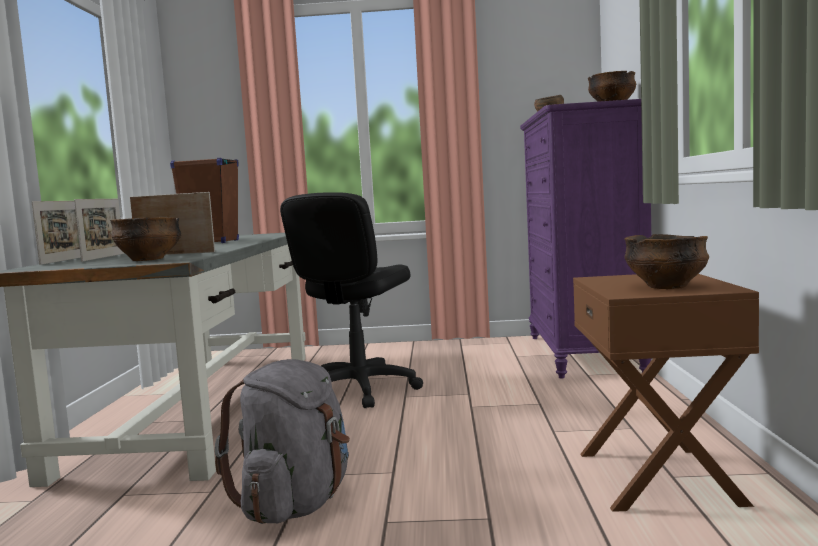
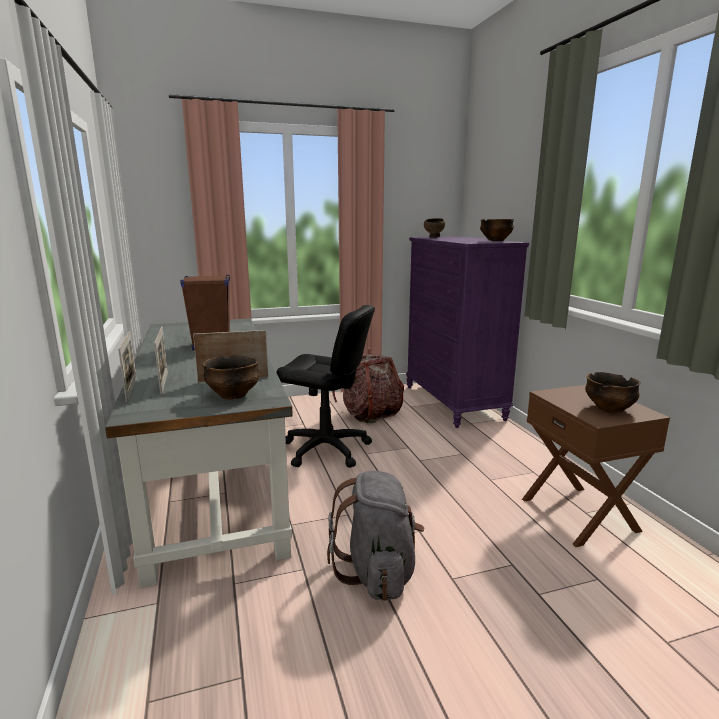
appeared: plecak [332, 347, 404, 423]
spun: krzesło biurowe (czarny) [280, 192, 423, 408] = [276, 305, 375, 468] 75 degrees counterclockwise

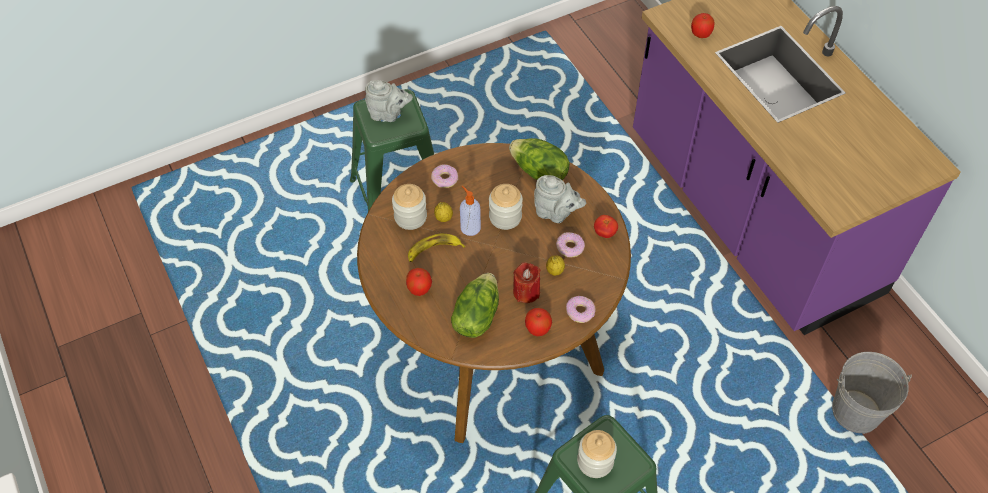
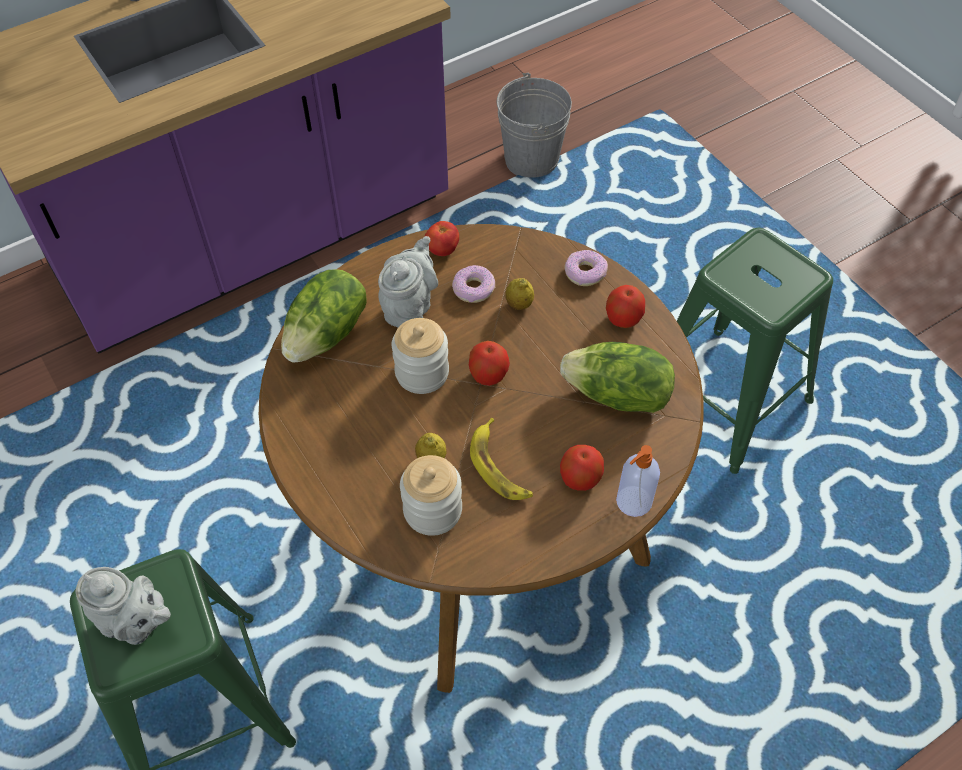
missing: donut [431, 164, 458, 188]; świeca (czerwony) [513, 263, 541, 303]; słoik [577, 430, 617, 478]
relocated: dozownik mydła [460, 186, 481, 236] to [616, 445, 660, 517]; jabłko [691, 13, 715, 38] to [469, 341, 510, 386]
spun: imbryk (szary) [365, 80, 413, 122] = [75, 567, 171, 645] 105 degrees clockwise

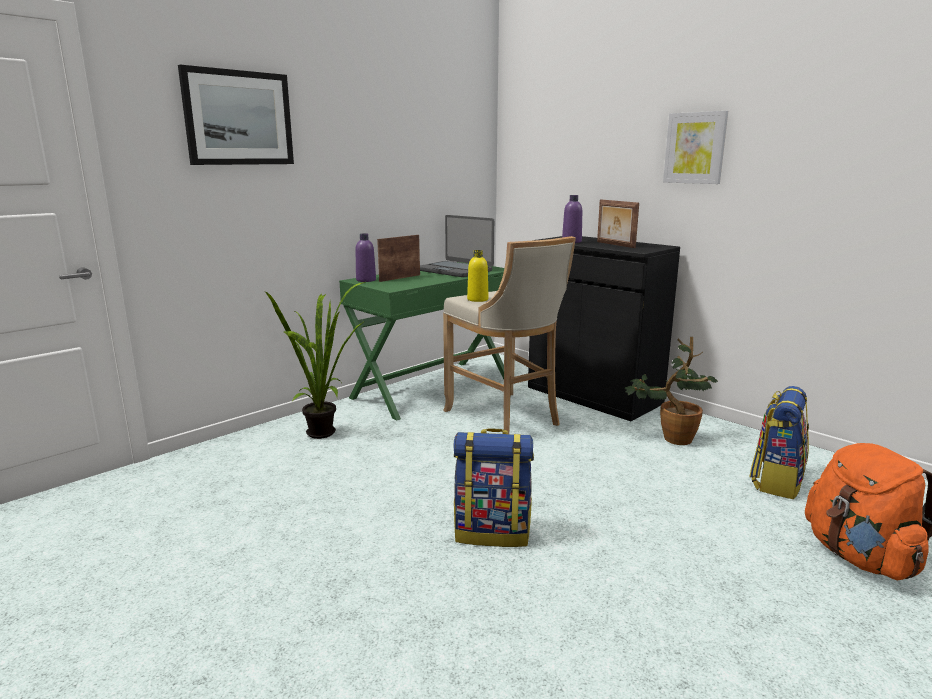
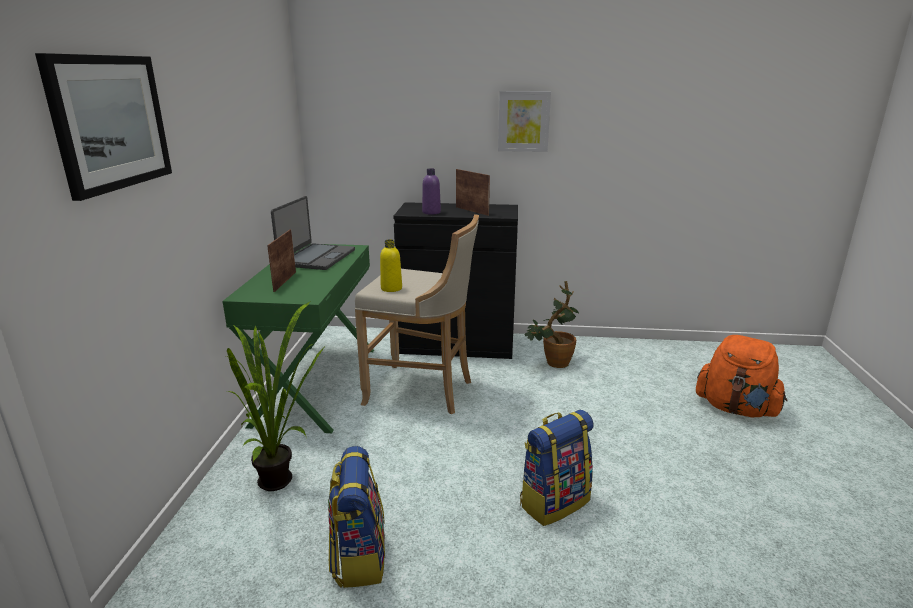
missing: butelka (fioletowy) [356, 233, 376, 282]
relocated: plecak [749, 386, 809, 499] to [328, 446, 385, 588]
spun: laptop [420, 215, 494, 277] = [271, 196, 355, 270] 75 degrees counterclockwise; ramka na zdjęcie [597, 199, 639, 248] = [456, 169, 490, 216] 150 degrees counterclockwise

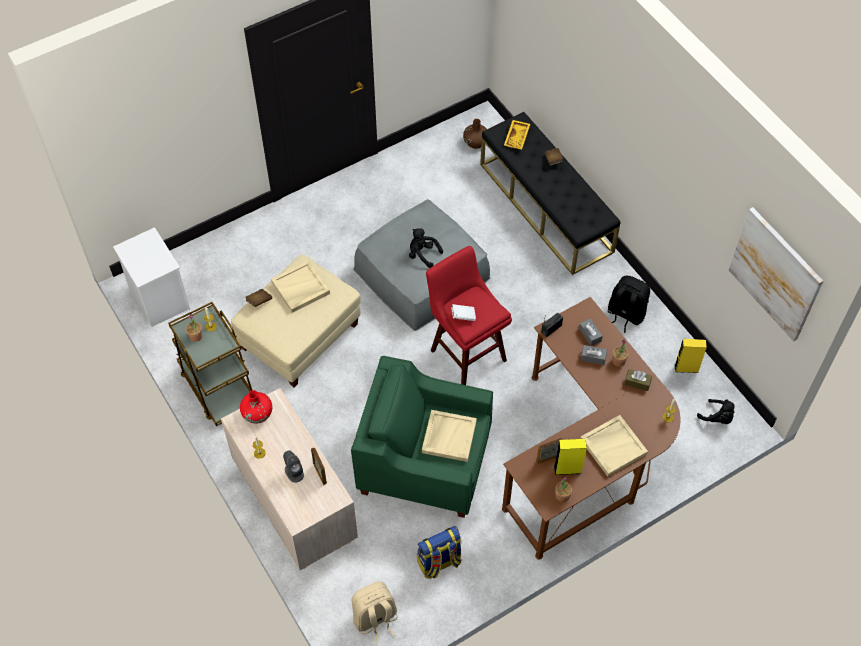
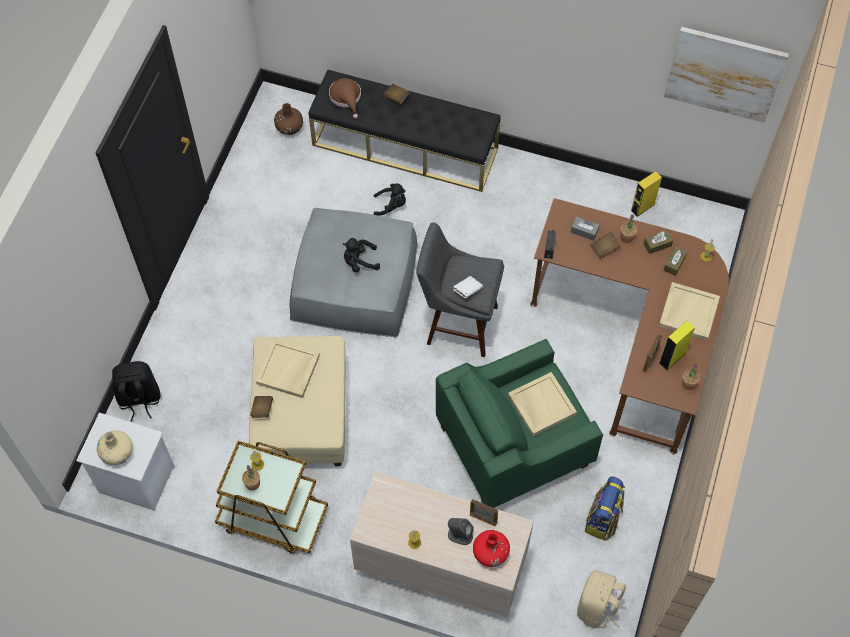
appeared: wazon (beżowy) [97, 430, 133, 465]; pudełko chusteczek (brązowy) [664, 246, 687, 276]
relocated: wazon (czerwony) [240, 390, 272, 424] to [473, 530, 510, 567]; plecak (czarny) [607, 276, 650, 333] to [112, 361, 160, 422]; pluszak (czarny) [697, 399, 735, 424] to [373, 183, 406, 216]
exchanged: taca (żółty) [504, 120, 530, 149] to kapelusz (brązowy) [329, 78, 361, 118]; pudełko chusteczek (szary) [581, 345, 607, 365] to książka (brązowy) [591, 232, 621, 259]
colour: stołek (czerwony) [426, 246, 512, 385] to stołek (szary) [416, 222, 504, 357]

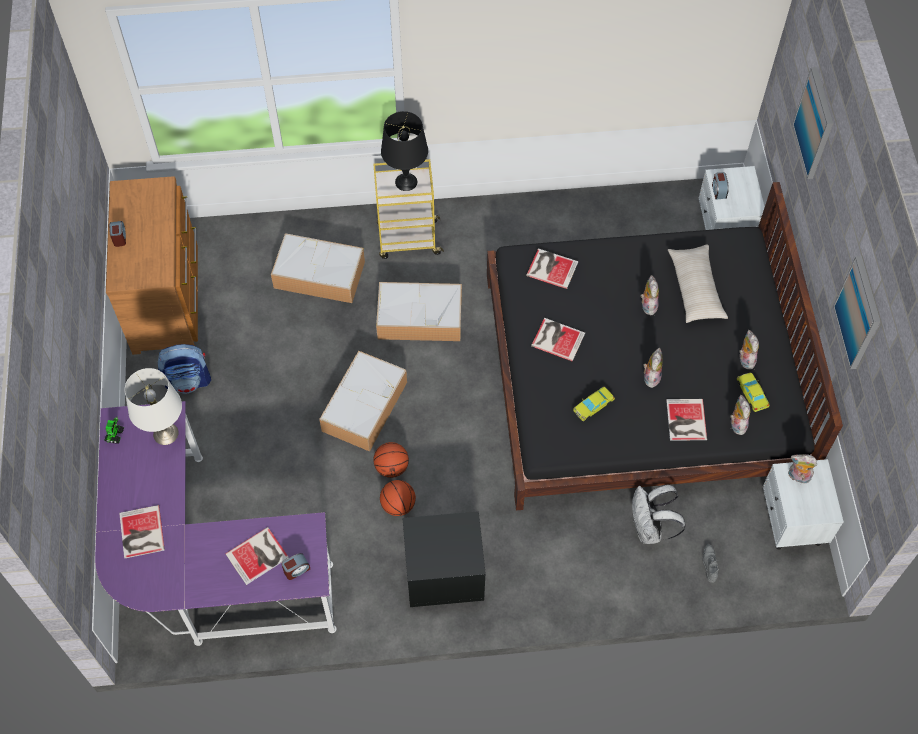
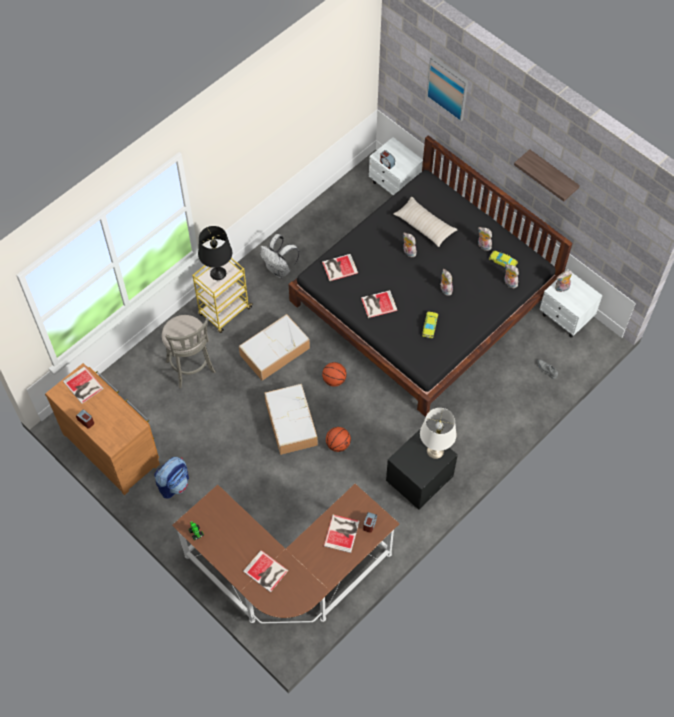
relocated: lampa stołowa (biały) [125, 368, 182, 445] to [420, 408, 456, 459]; piłka do koszykówki [380, 480, 416, 516] to [322, 362, 347, 387]; plecak (biały) [632, 484, 686, 544] to [260, 234, 299, 278]; książka [666, 399, 707, 441] to [63, 366, 104, 404]
exchanged: pojemnik do przechowywania [271, 233, 365, 303] to stołek (szary) [162, 315, 216, 389]; obraz [833, 256, 880, 369] to półka [514, 149, 580, 202]
colour: biurko (fioletowy) [95, 401, 337, 646] to biurko (brązowy) [172, 484, 400, 623]

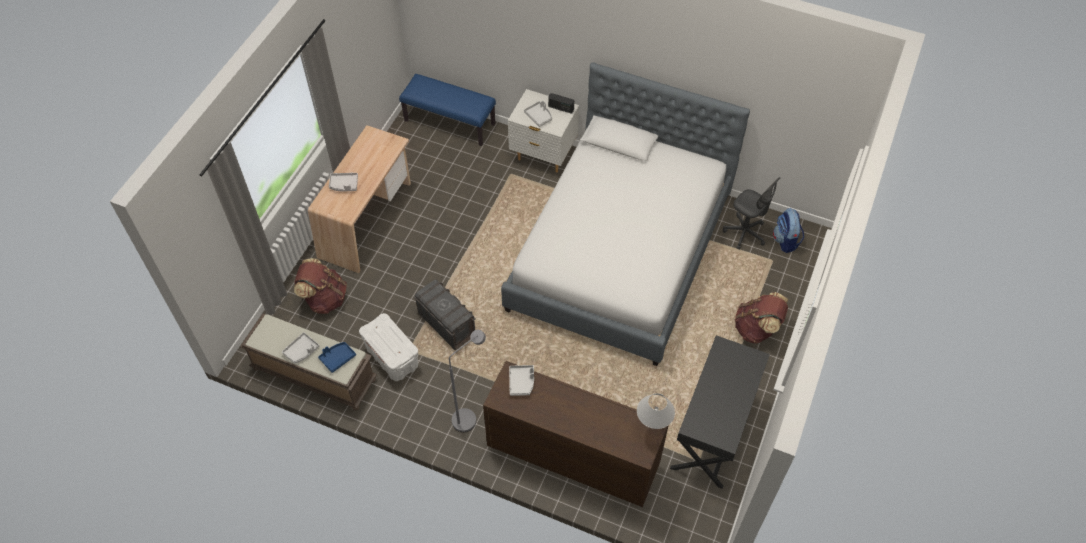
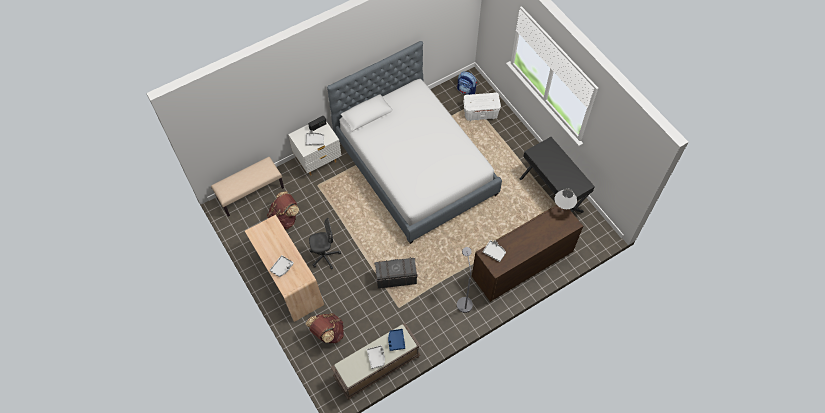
relocated: pojemnik do przechowywania (biały) [359, 313, 418, 381] to [463, 93, 501, 121]; krzesło biurowe (szary) [723, 177, 781, 250] to [309, 218, 341, 269]; plecak (brązowy) [735, 292, 788, 343] to [267, 191, 299, 230]
colour: ławka (niebieski) [399, 74, 496, 146] to ławka (beżowy) [211, 157, 284, 216]

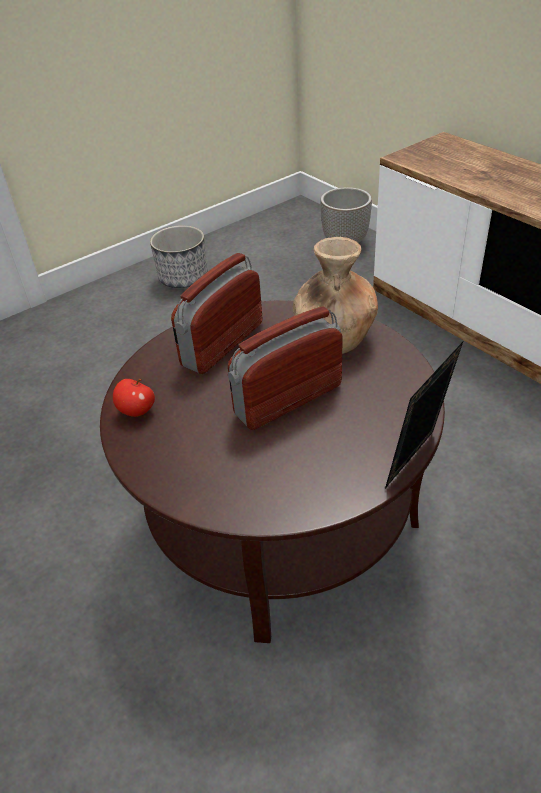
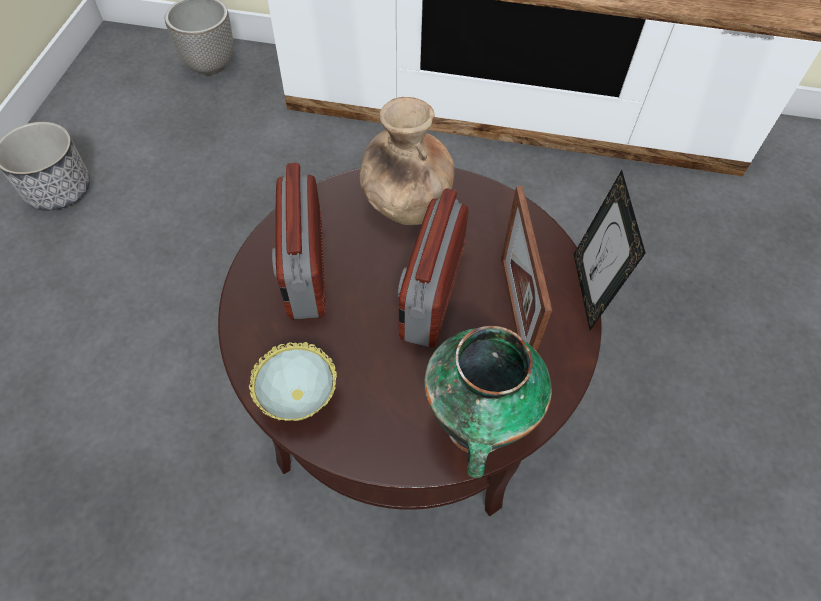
appeared: wazon [424, 326, 552, 478]; ramka na zdjęcie [501, 186, 552, 351]
exchanged: jabłko [113, 379, 155, 417] to miska [249, 342, 337, 421]

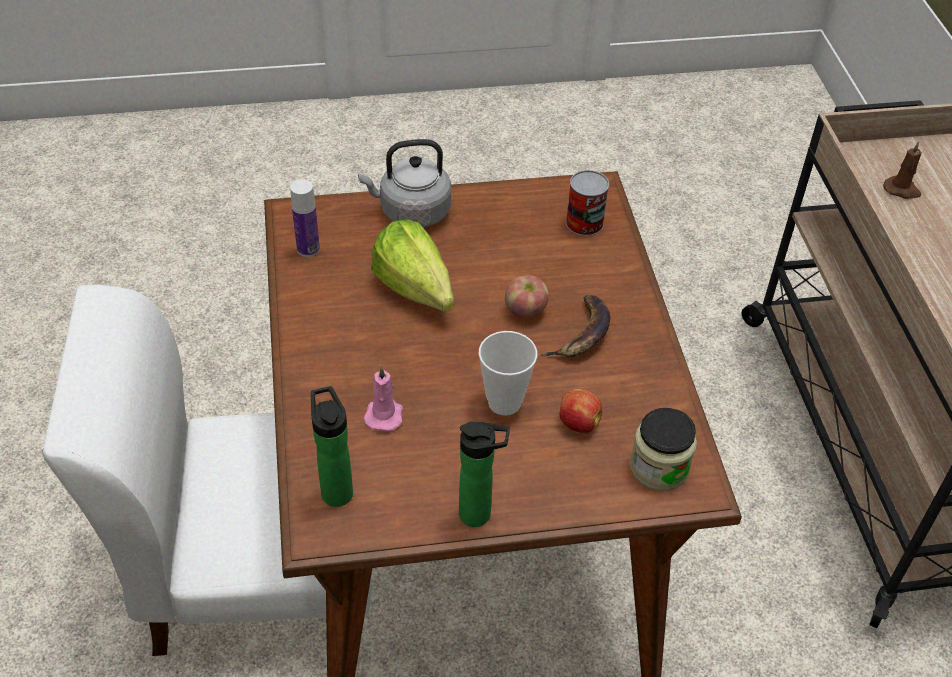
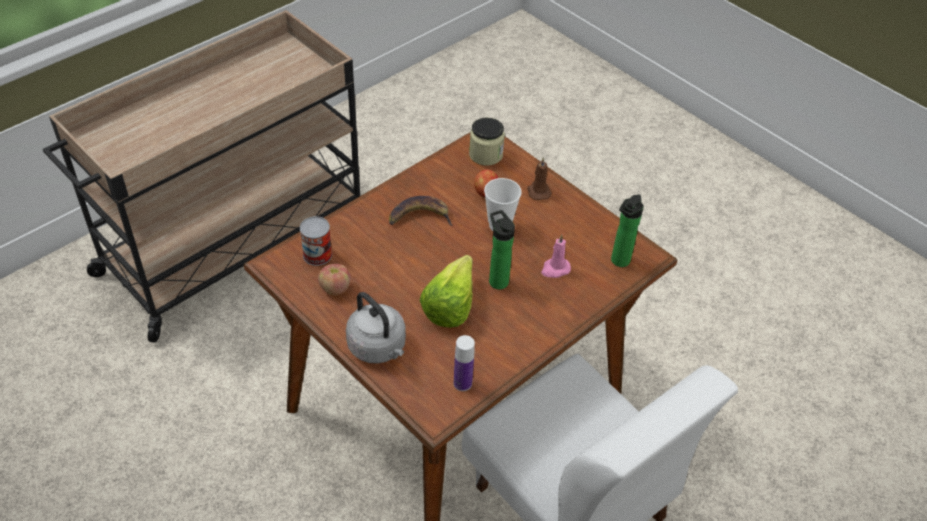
relocated: butelka [459, 422, 510, 527] to [489, 210, 515, 289]; jabłko [505, 275, 549, 318] to [318, 264, 350, 295]; świeca (brązowy) [883, 141, 922, 199] to [527, 157, 552, 200]

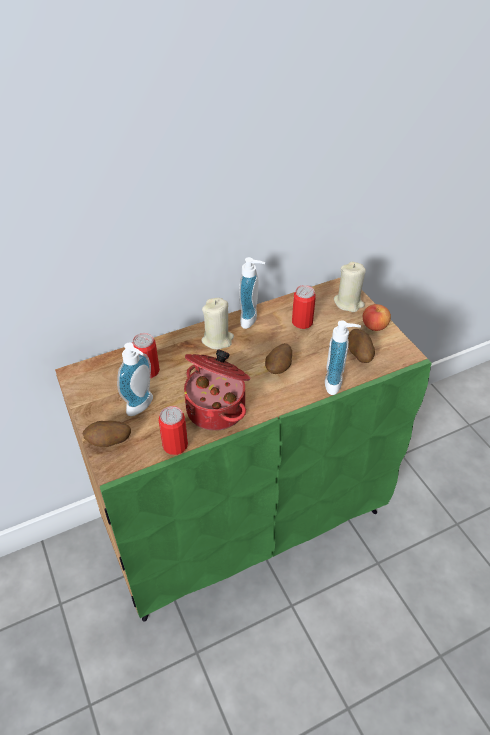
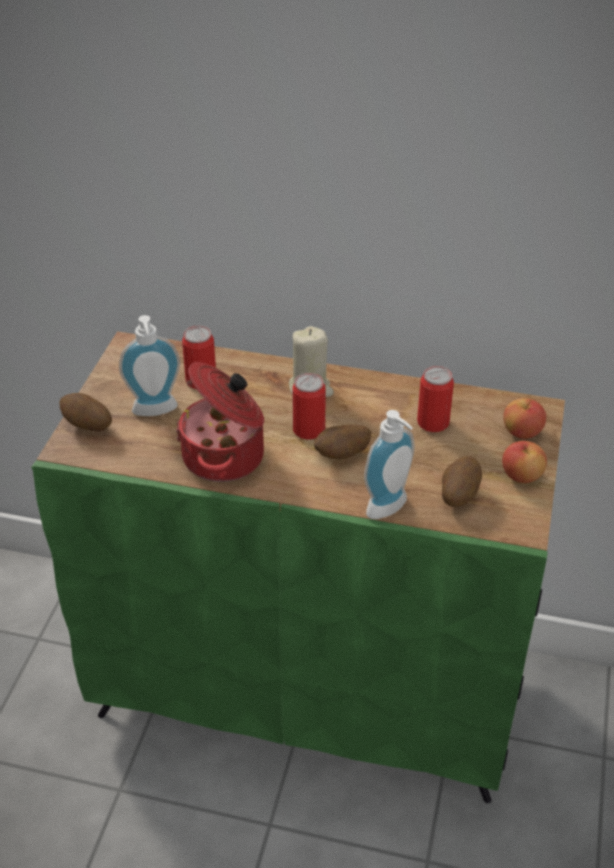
missing: dozownik mydła [239, 257, 265, 329]
relocated: puszka [159, 406, 188, 455] to [292, 373, 326, 440]
exchanged: świeca (beżowy) [334, 262, 366, 312] to jabłko [503, 398, 546, 439]

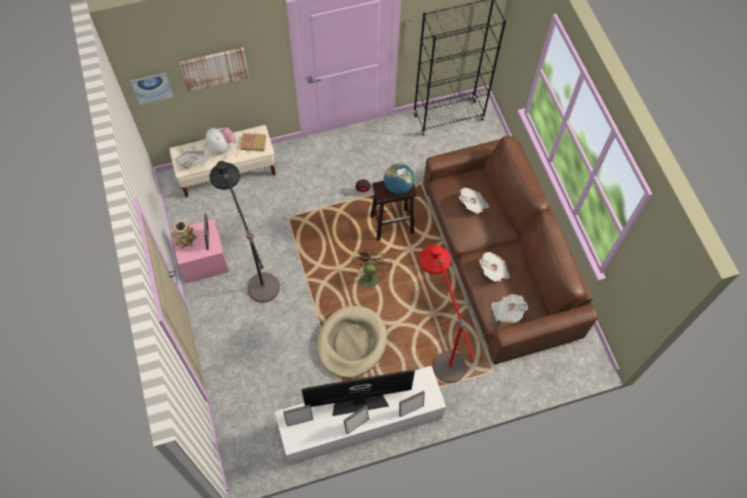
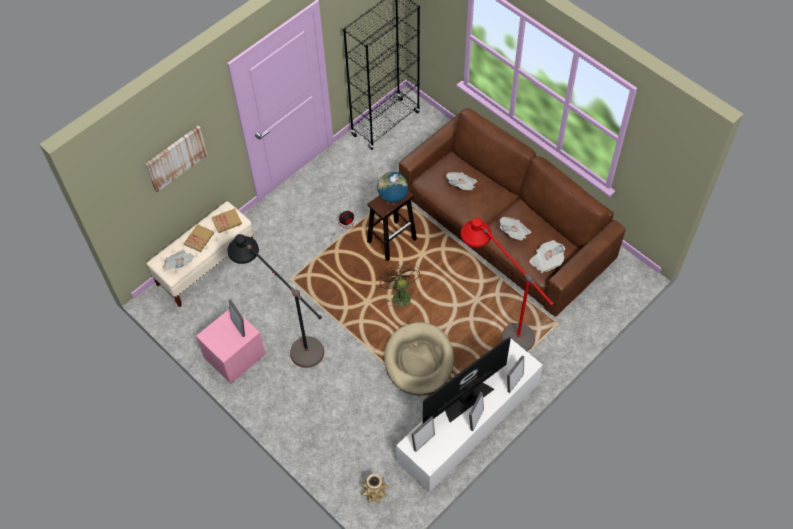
missing: obraz [130, 72, 174, 105]
relocated: wazon [170, 220, 197, 249] to [362, 473, 388, 503]
exchanged: pluszak [206, 127, 236, 155] to książka [184, 224, 214, 252]

